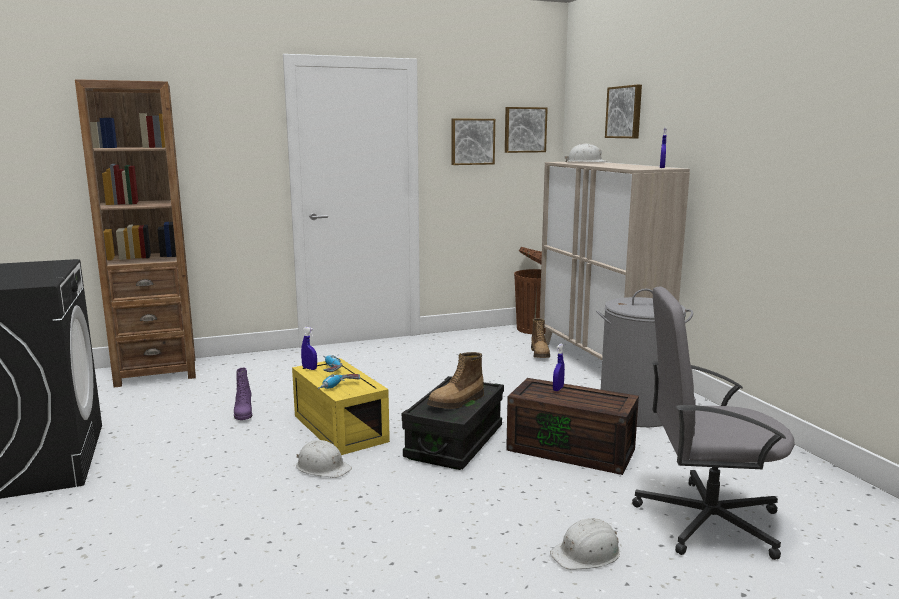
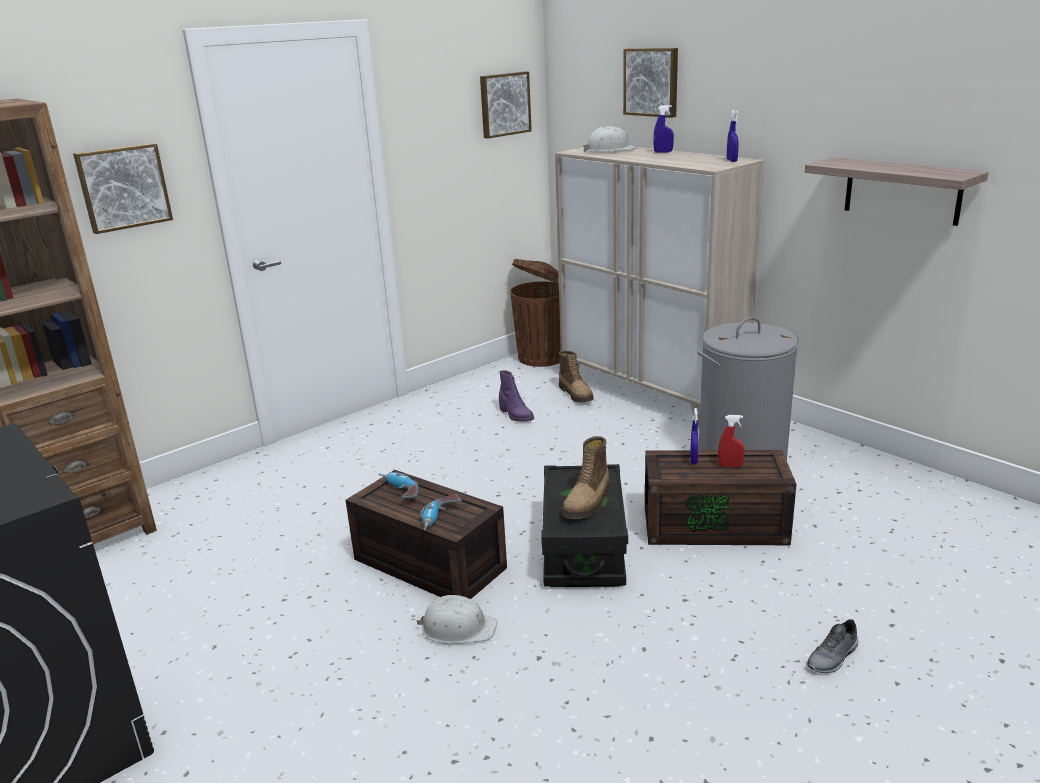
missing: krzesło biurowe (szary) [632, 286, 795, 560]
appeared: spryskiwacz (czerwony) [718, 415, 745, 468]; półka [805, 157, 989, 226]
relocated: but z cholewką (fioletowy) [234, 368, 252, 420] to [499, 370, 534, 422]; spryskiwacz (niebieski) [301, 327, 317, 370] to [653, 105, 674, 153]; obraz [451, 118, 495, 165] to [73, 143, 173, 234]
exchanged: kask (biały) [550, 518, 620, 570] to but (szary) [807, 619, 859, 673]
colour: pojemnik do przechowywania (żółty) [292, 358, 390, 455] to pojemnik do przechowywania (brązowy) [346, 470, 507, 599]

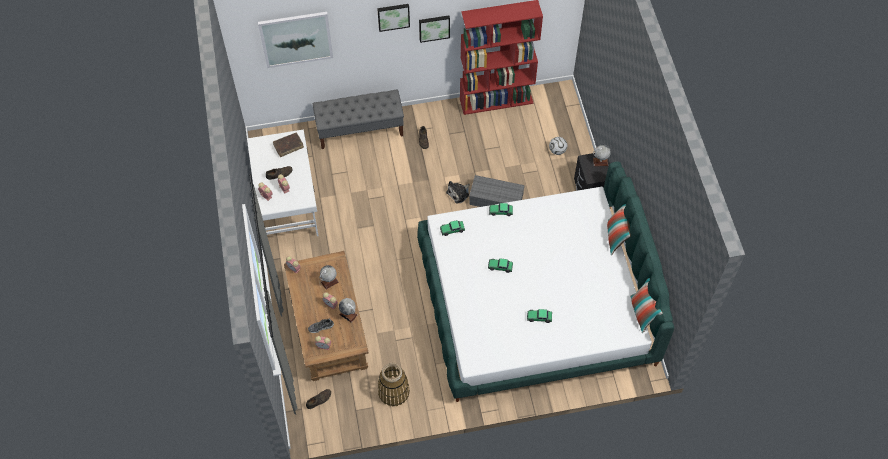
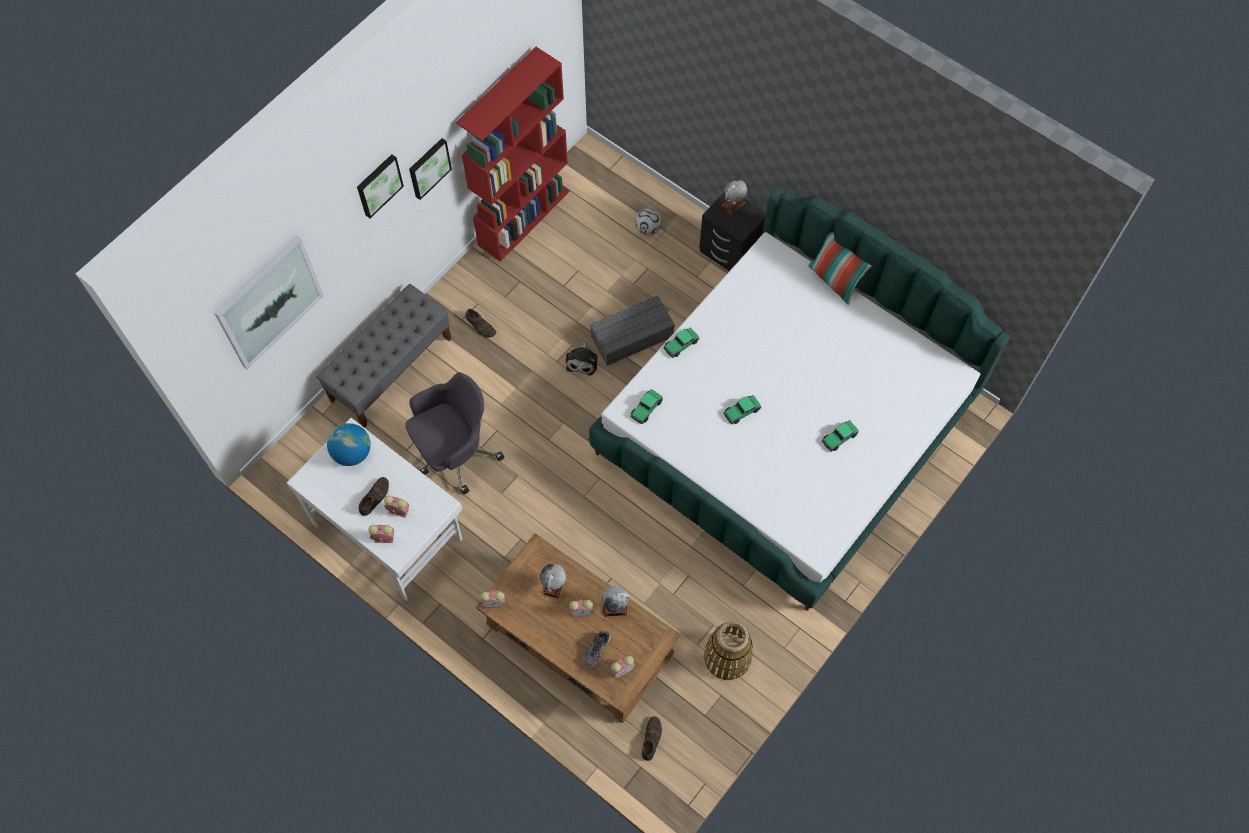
missing: poduszka [630, 278, 663, 333]
appeared: krzesło biurowe (szary) [405, 372, 505, 494]
exchanged: książka (brązowy) [273, 132, 304, 157] to globus [327, 423, 371, 466]

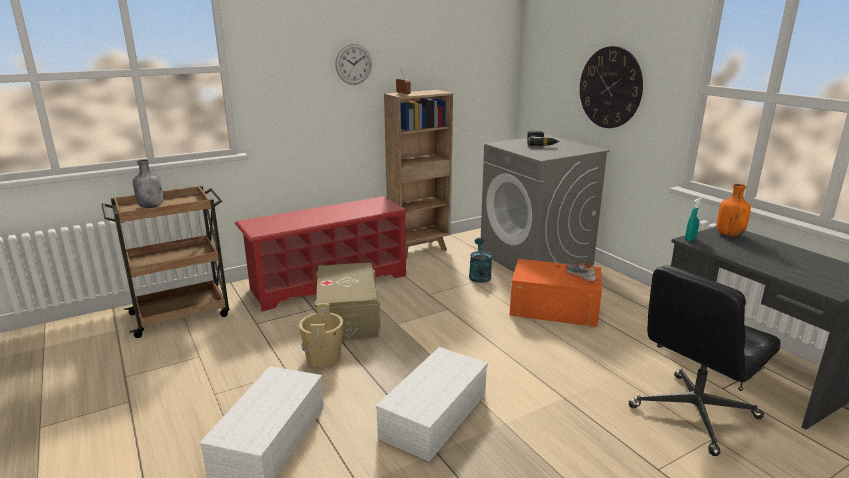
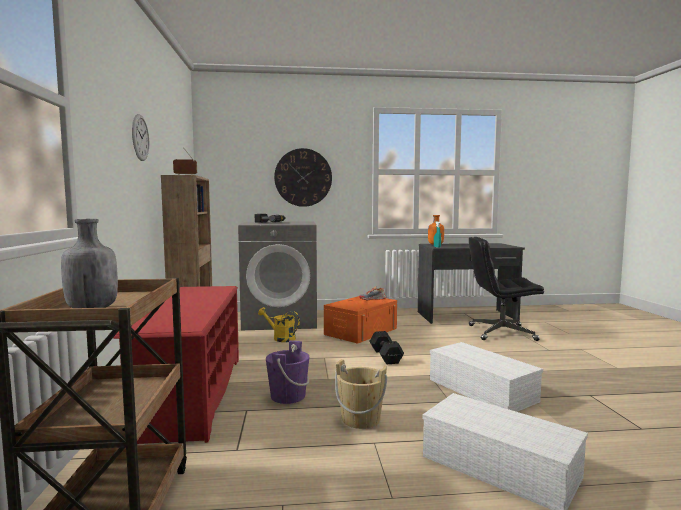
appeared: hantel (czarny) [369, 331, 404, 364]
exchanged: pojemnik do przechowywania (beżowy) [314, 263, 381, 340] to wiadro (fioletowy) [266, 341, 309, 404]
colour: konewka (turkusowy) [469, 238, 492, 283] to konewka (żółty) [258, 307, 300, 342]
spun: krzesło biurowe (czarny) [629, 265, 781, 456] = [469, 237, 544, 341] 105 degrees clockwise

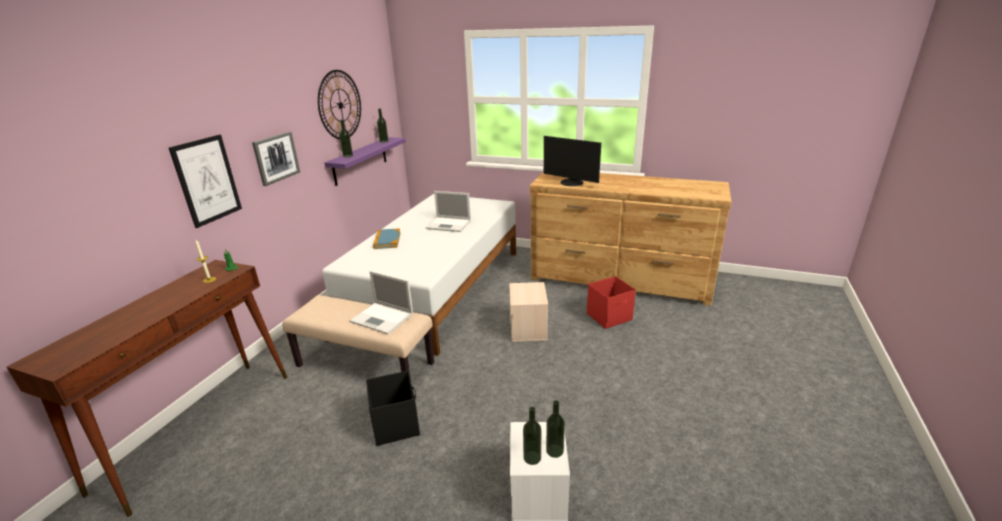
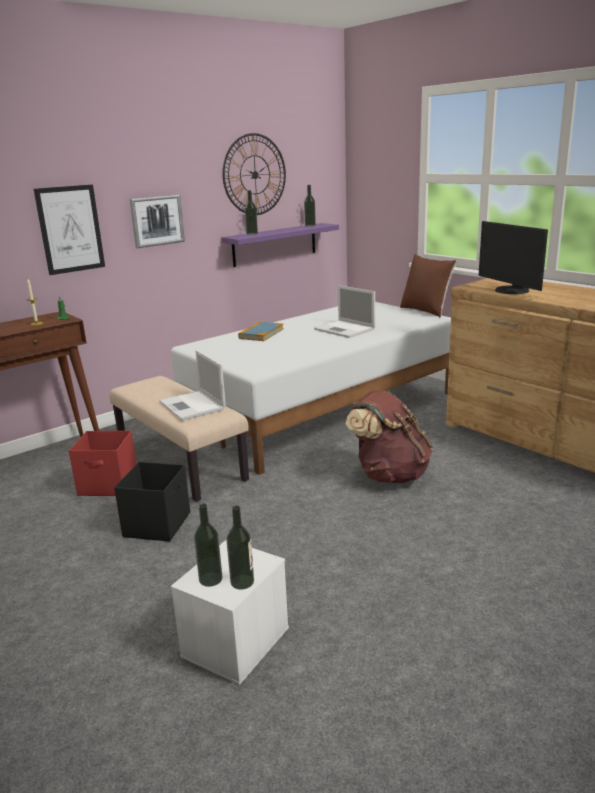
appeared: poduszka (brązowy) [400, 254, 456, 317]
relocated: pojemnik do przechowywania (czerwony) [587, 276, 636, 329] to [69, 431, 136, 496]
exchanged: pojemnik do przechowywania (beżowy) [509, 282, 548, 342] to plecak (brązowy) [346, 390, 433, 484]

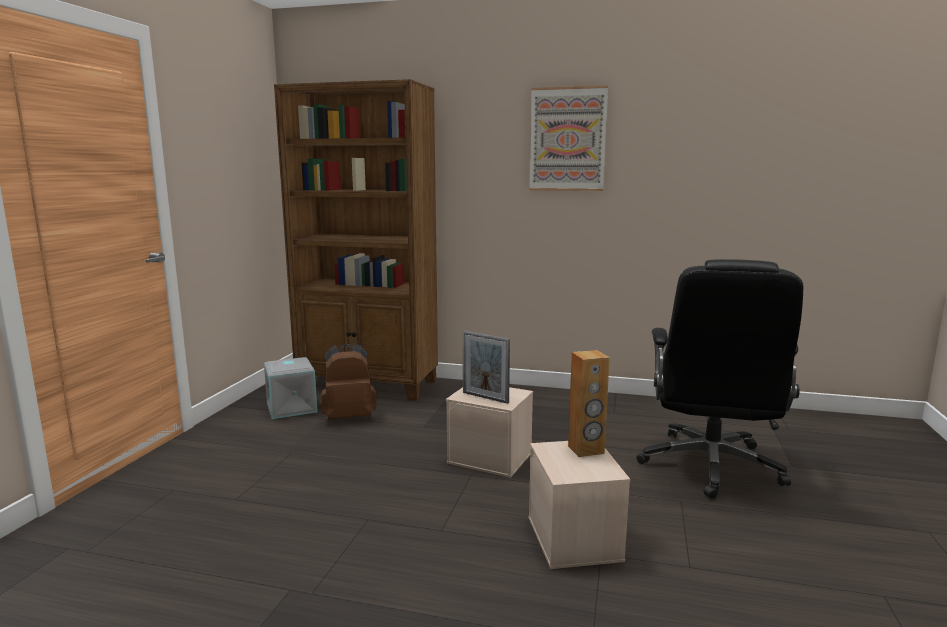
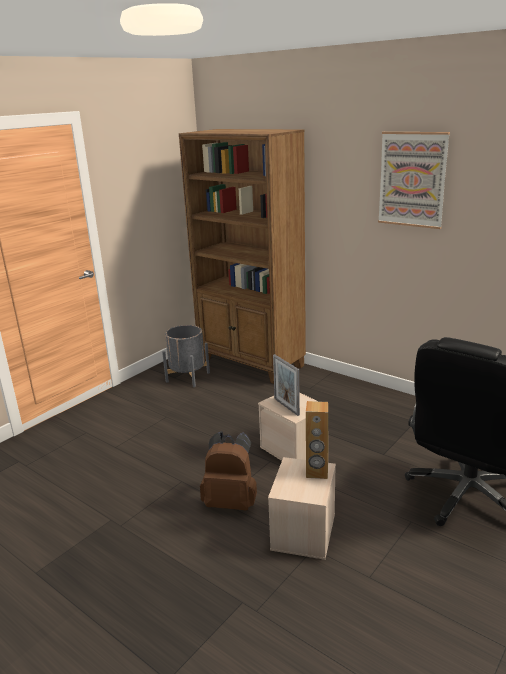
relocated: plecak (brązowy) [321, 343, 377, 419] to [200, 431, 257, 510]
exchanged: pojemnik do przechowywania (szary) [264, 357, 317, 419] to donica (szary) [162, 325, 210, 387]

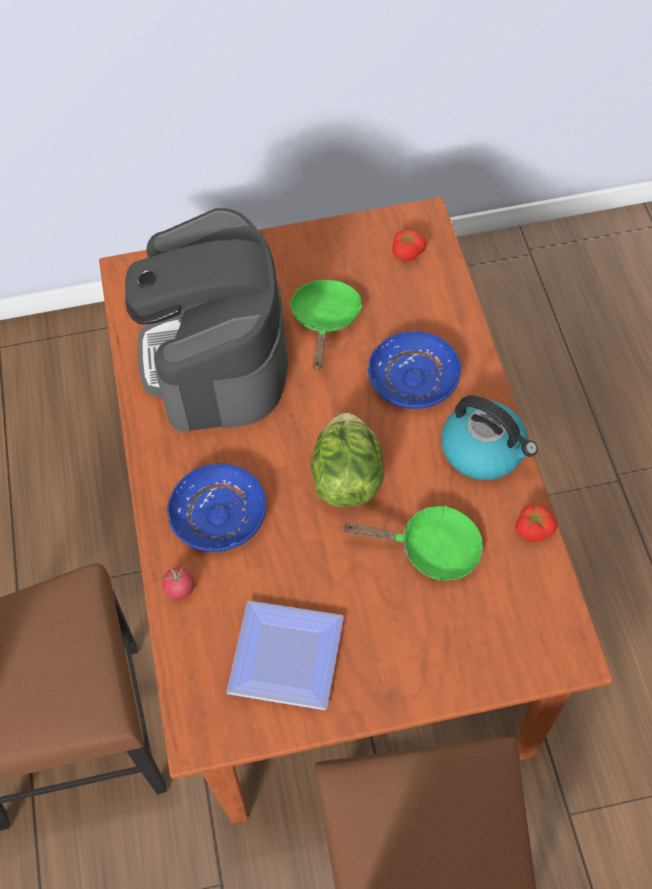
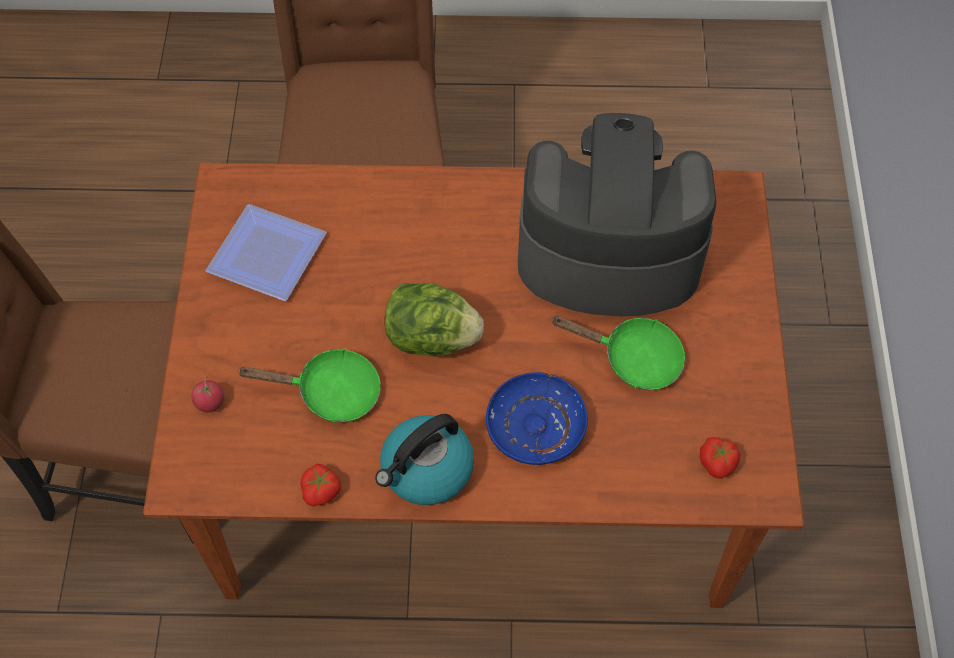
missing: talerz (niebieski) [167, 464, 266, 552]
relocated: pomidor [162, 567, 195, 600] to [191, 377, 224, 412]
spun: patelnia (zielony) [342, 505, 483, 581] = [237, 348, 381, 423] 105 degrees counterclockwise

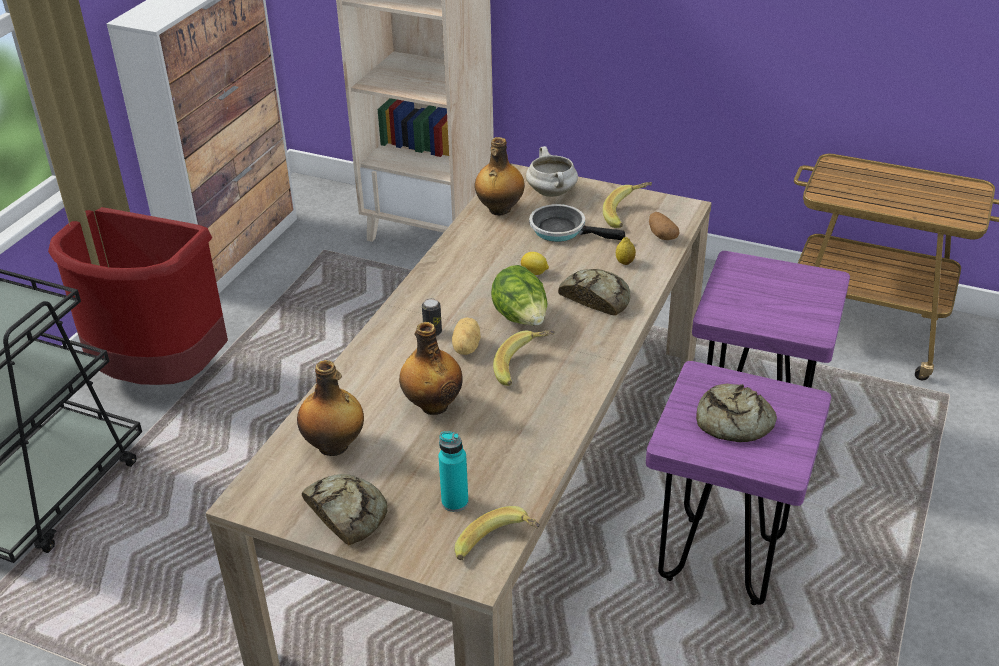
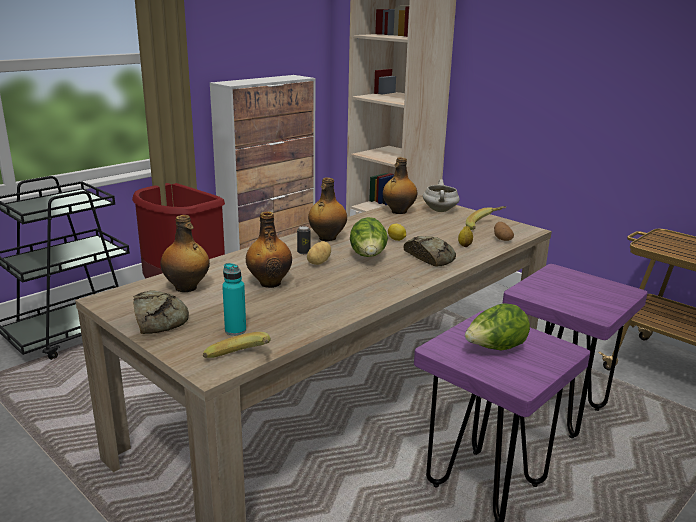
missing: banan [493, 330, 555, 386]; patelnia [529, 204, 625, 242]
appeared: butelka [308, 177, 347, 241]
exchanged: chleb [696, 384, 777, 442] to sałata [465, 303, 530, 350]

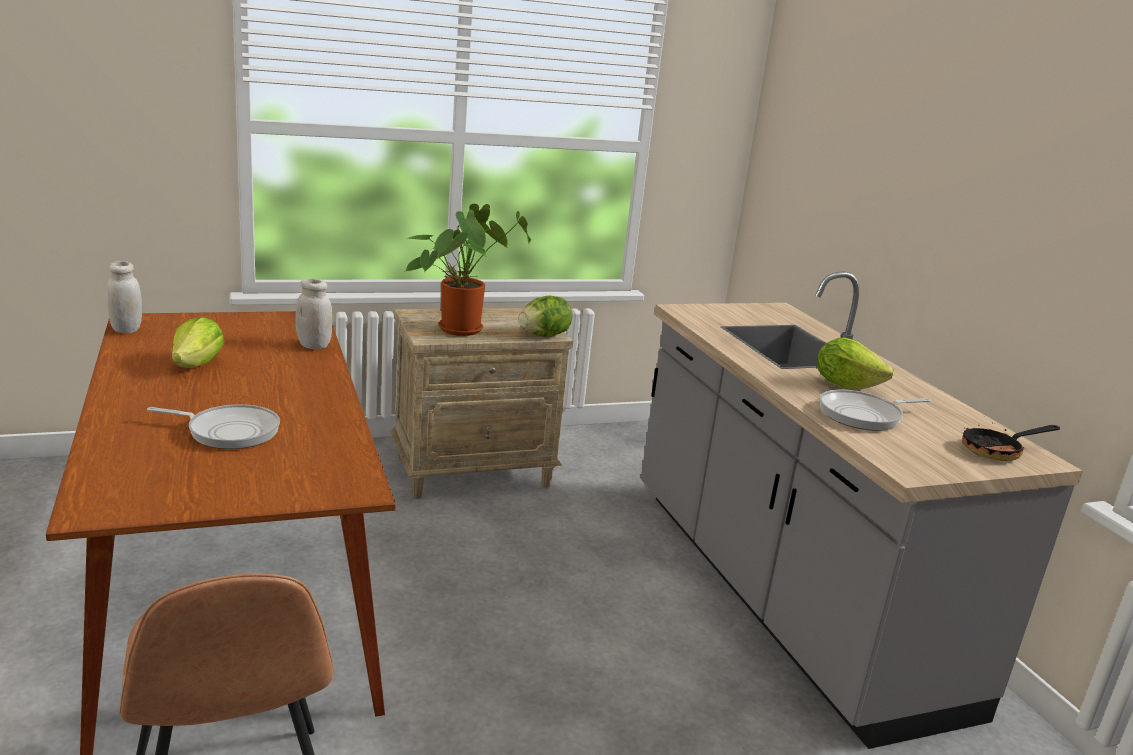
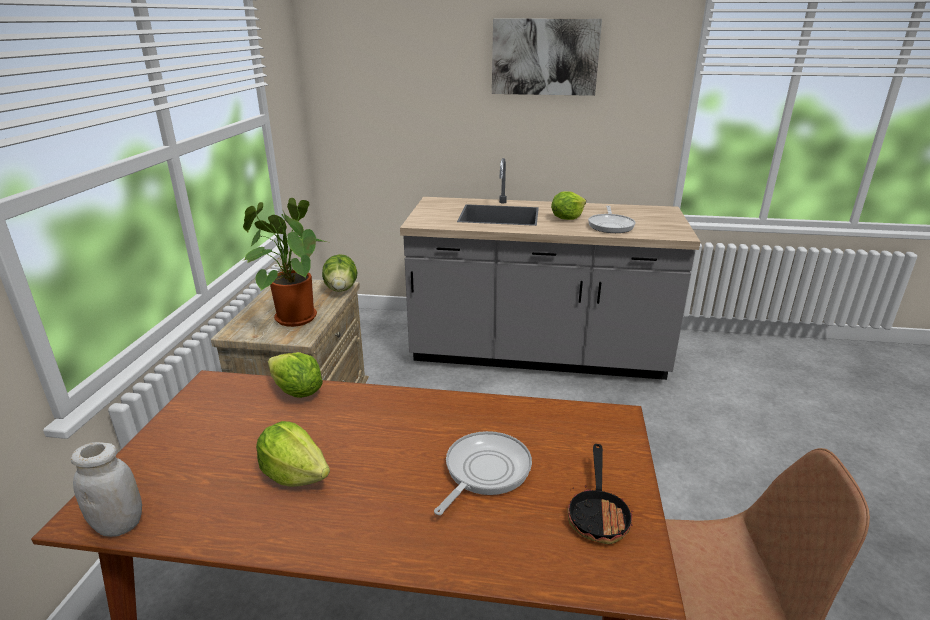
appeared: obraz [492, 19, 602, 96]
relocated: patelnia [962, 416, 1060, 461] to [567, 444, 633, 544]
exchanged: słoik (biały) [296, 279, 332, 349] to sałata [268, 352, 323, 398]

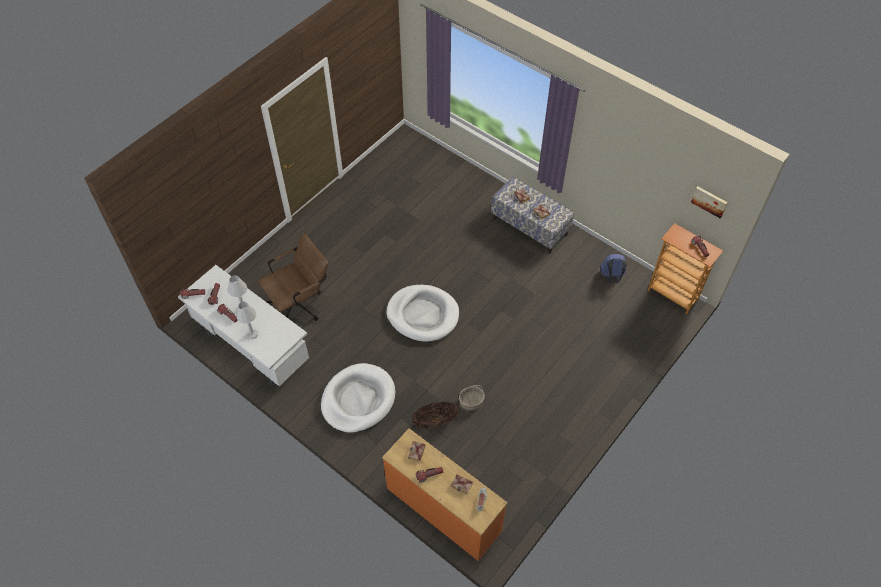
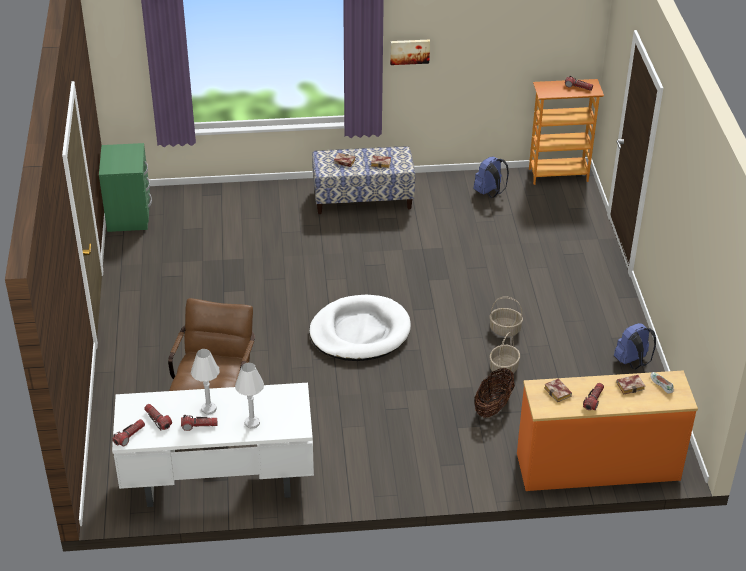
missing: legowisko (biały) [321, 363, 395, 433]
appeared: szafka nocna (zielony) [99, 143, 152, 232]; koszyk [489, 296, 523, 337]; plecak (niebieski) [614, 323, 656, 370]
relocated: obraz [691, 186, 728, 218] to [390, 39, 430, 65]

